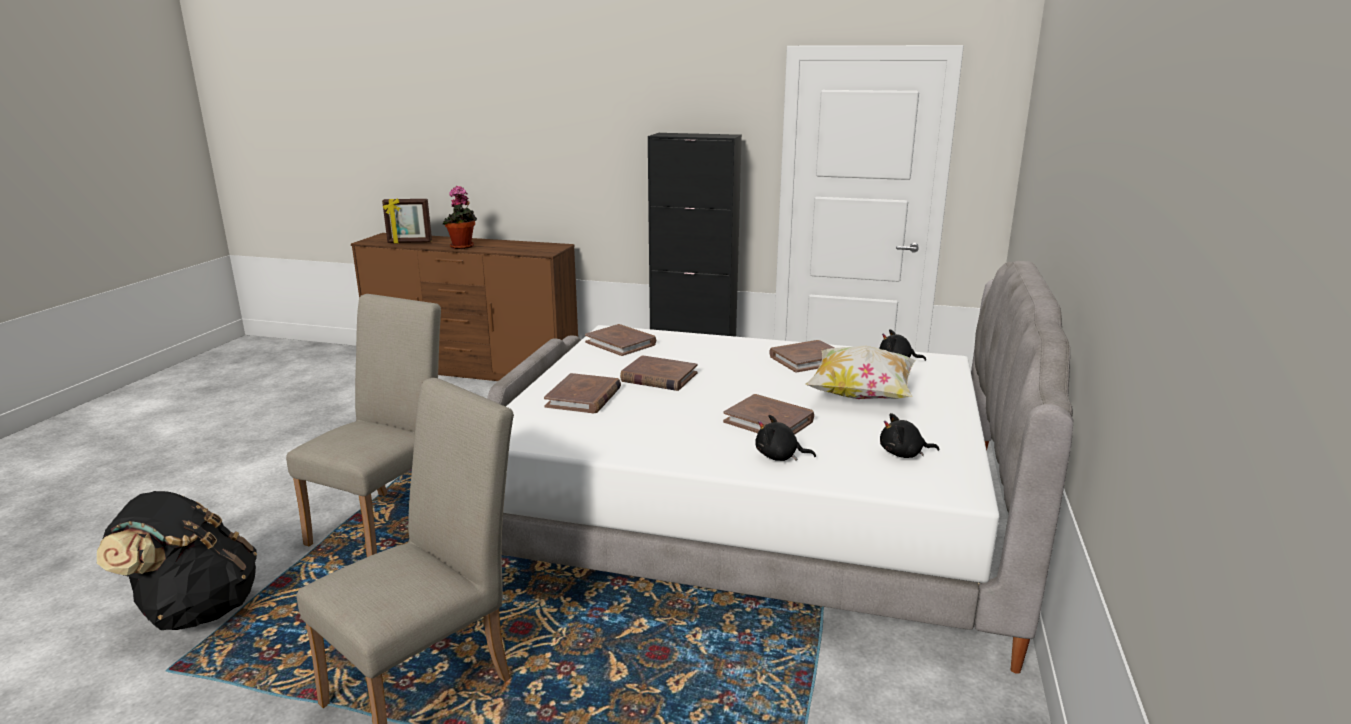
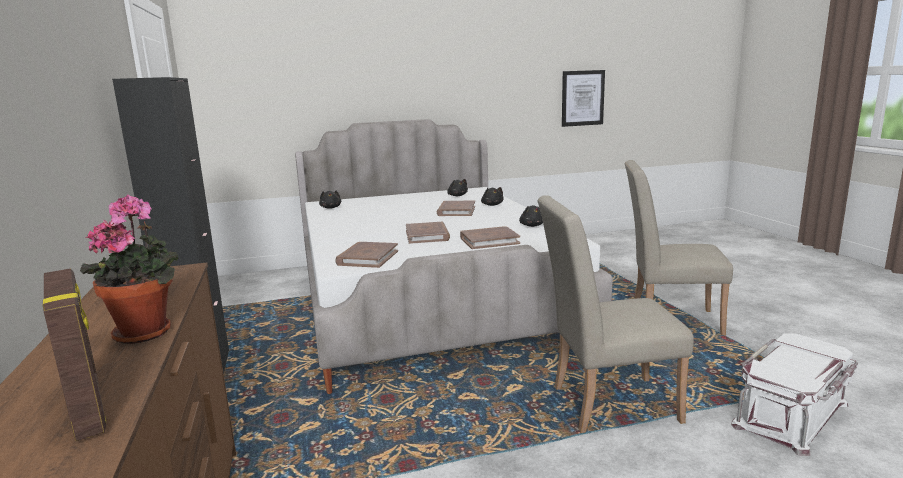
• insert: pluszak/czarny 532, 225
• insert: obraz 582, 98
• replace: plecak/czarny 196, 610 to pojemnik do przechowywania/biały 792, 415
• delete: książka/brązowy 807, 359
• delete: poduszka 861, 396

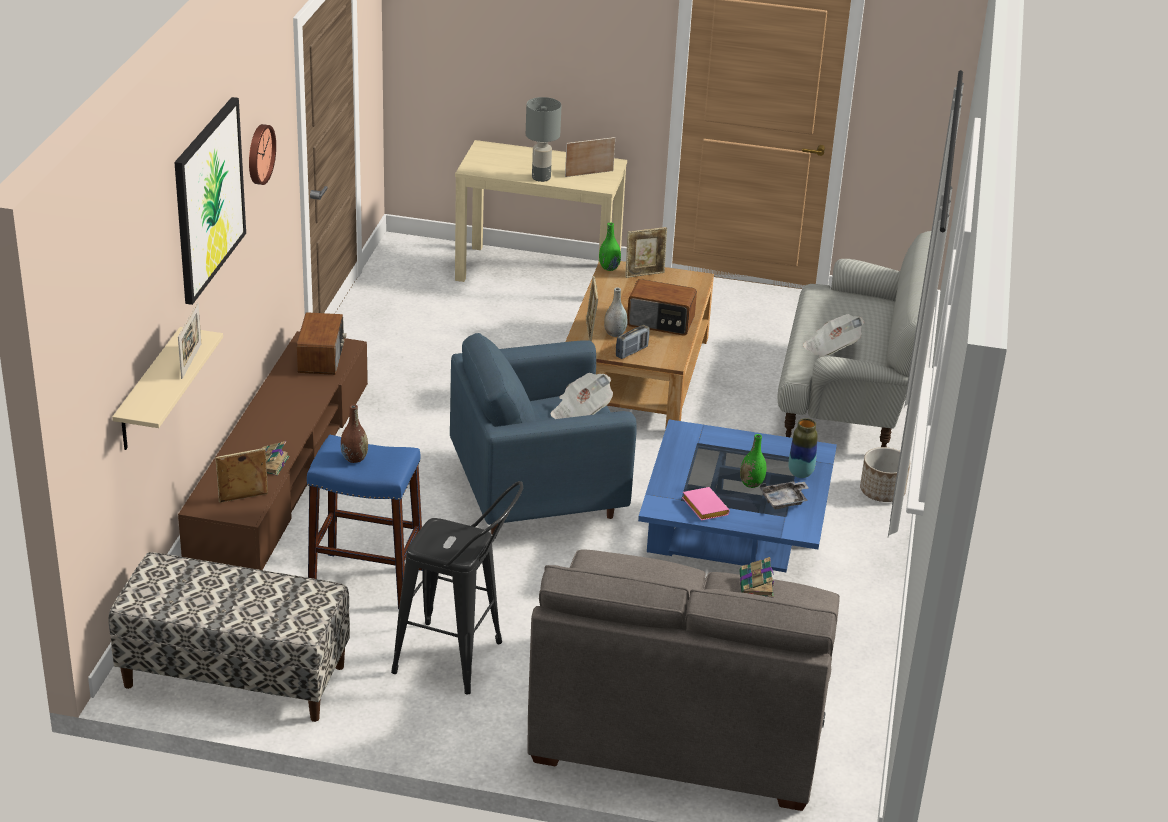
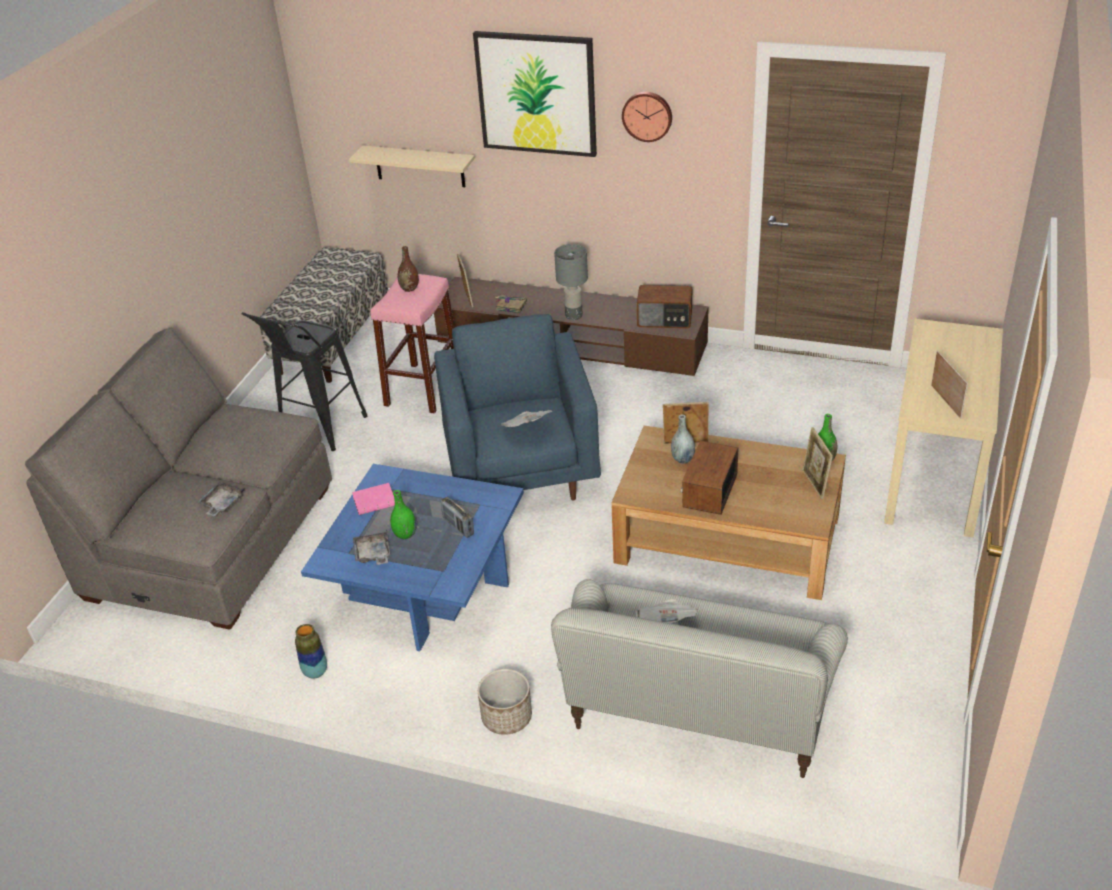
• replace: książka 756, 585 to taca/szary 221, 504
• move: wazon 800, 473 to 315, 672
• recolor: stołek/niebieski 366, 580 to stołek/różowy 423, 388
• move: radio 632, 352 to 458, 526
• move: lampa stołowa/szary 541, 178 to 573, 315
• delete: ramka na zdjęcie 191, 361

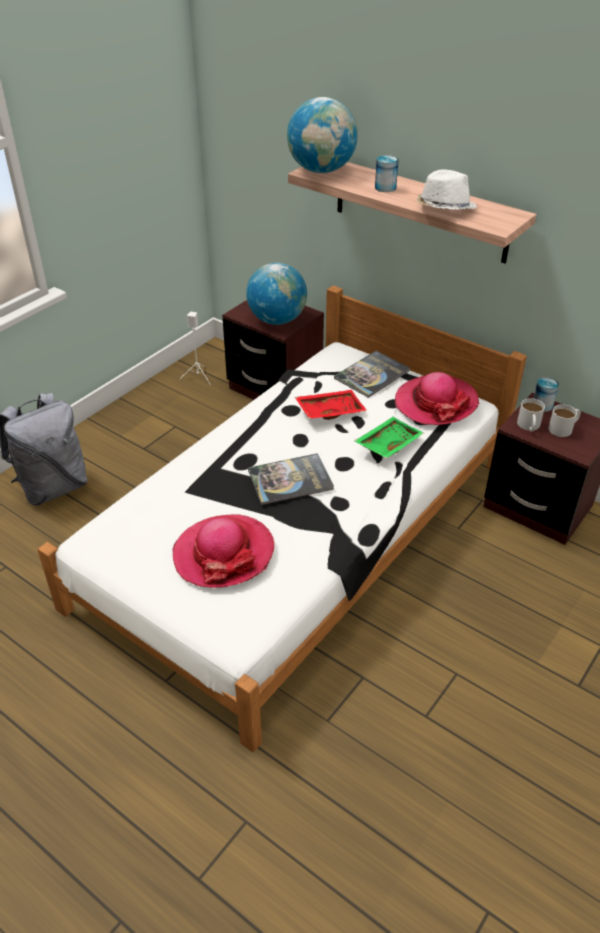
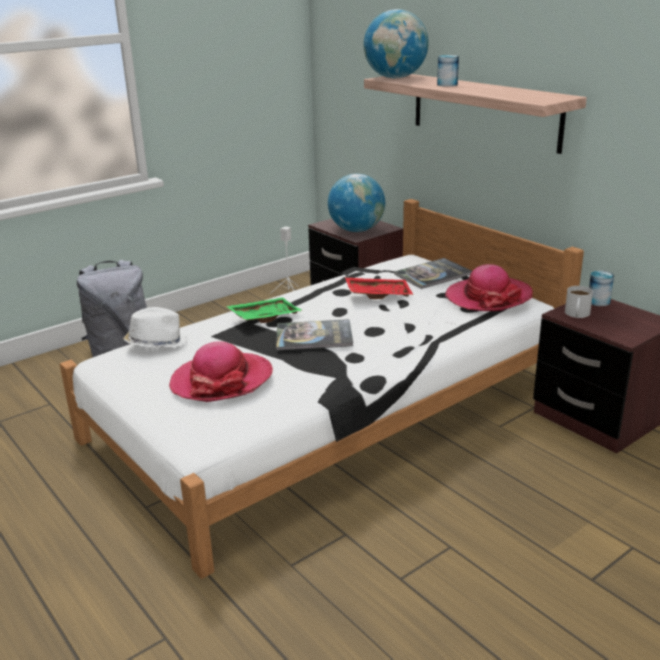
• move: kapelusz/biały 444, 209 to 156, 344
• move: taca/zielony 387, 444 to 264, 317
• delete: kubek/biały 564, 428

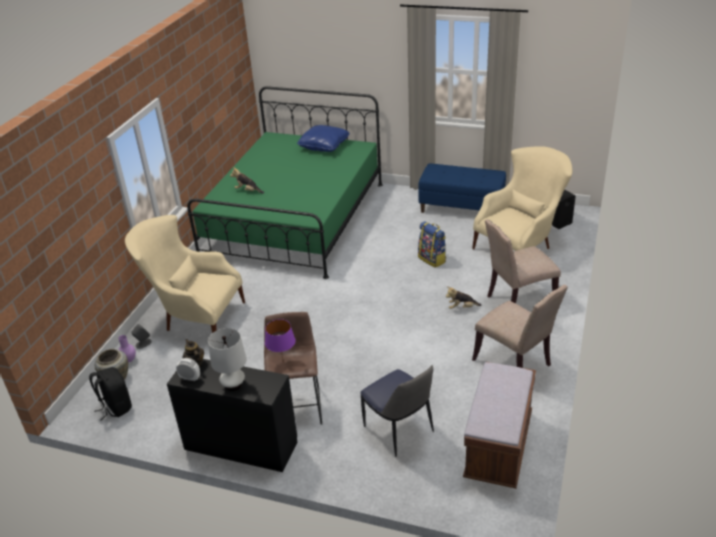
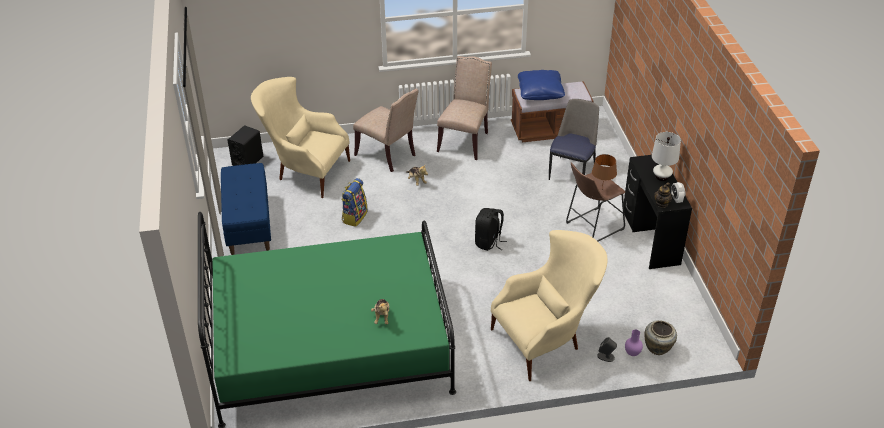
• move: plecak/czarny 115, 407 to 488, 242
• rotate: fotel/beżowy 194, 318 = 547, 339 105 degrees counterclockwise
• move: poduszka/niebieski 324, 146 to 540, 92
• recolor: lampa stołowa/fioletowy 283, 362 to lampa stołowa/brązowy 601, 190

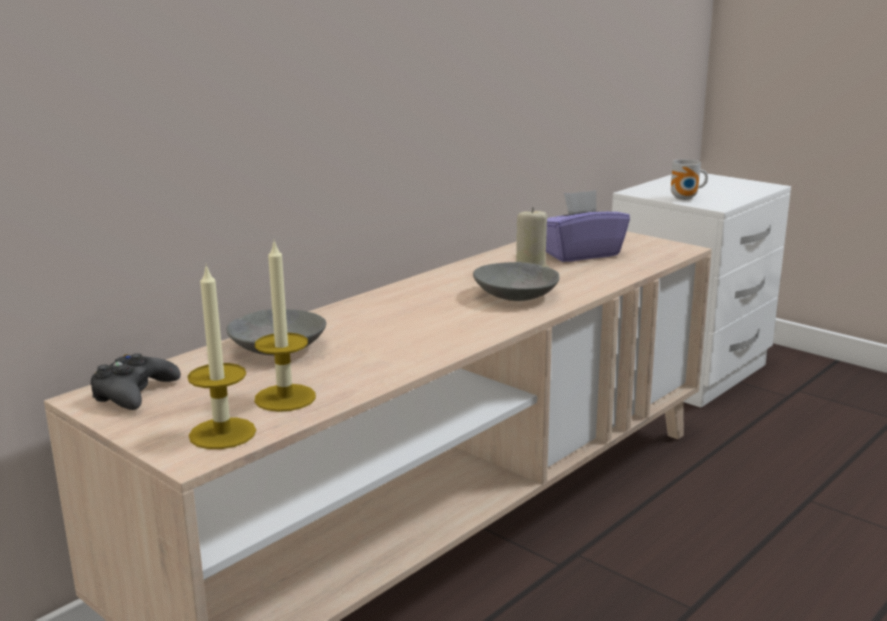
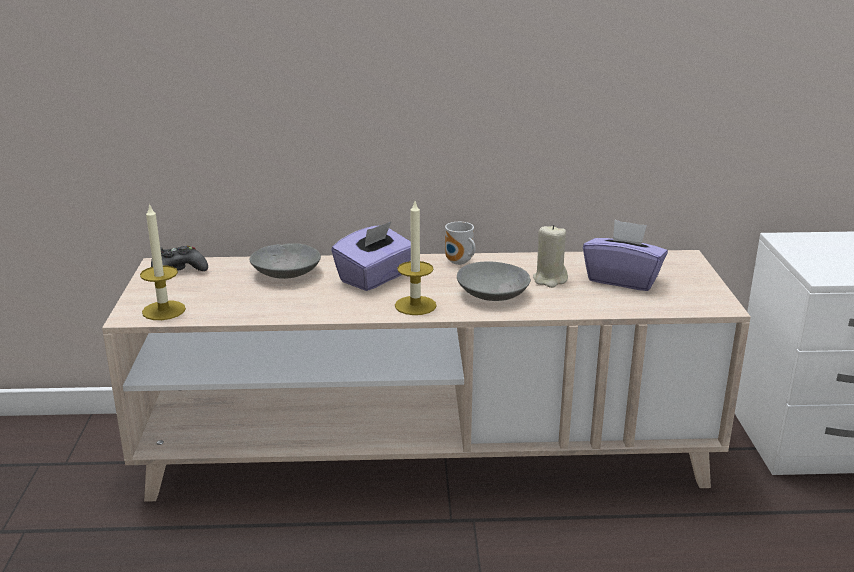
• insert: pudełko chusteczek/fioletowy 375, 278
• move: świeca 285, 398 to 415, 305
• move: kubek 686, 198 to 459, 262

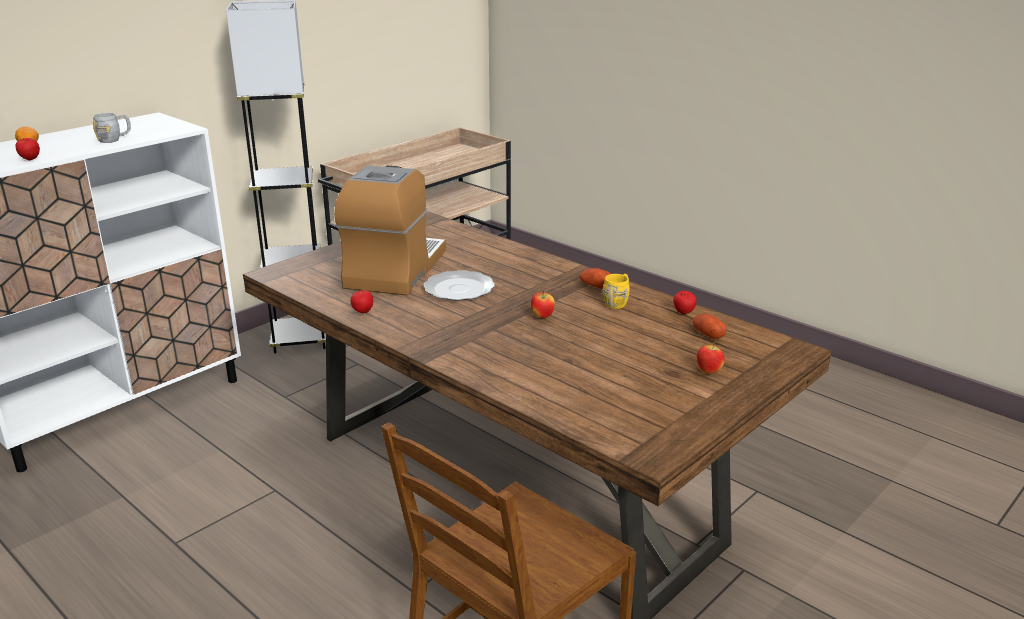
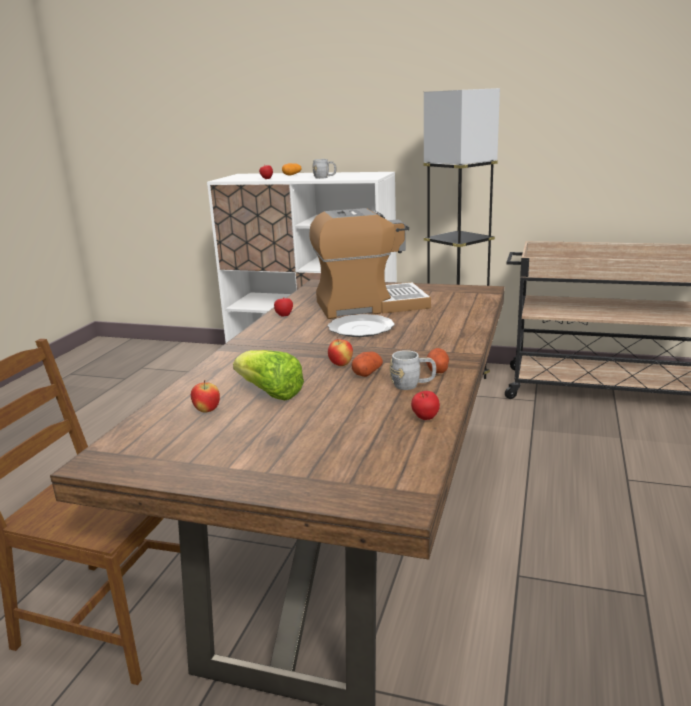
• move: jabłko 708, 371 to 207, 411
• insert: sałata 270, 393
• move: ziemniak 708, 334 to 367, 373
• recolor: kubek/żółty 618, 302 to kubek/szary 412, 385

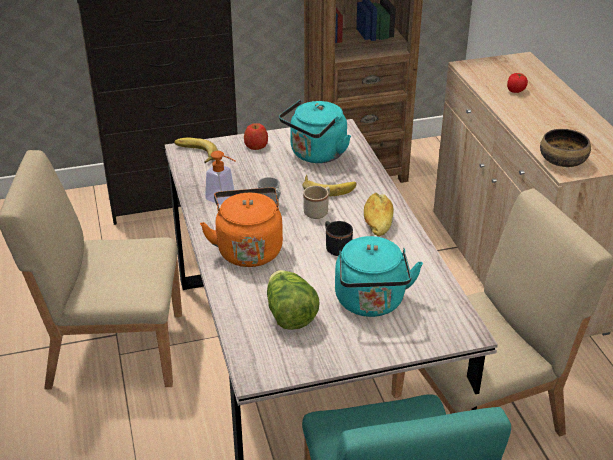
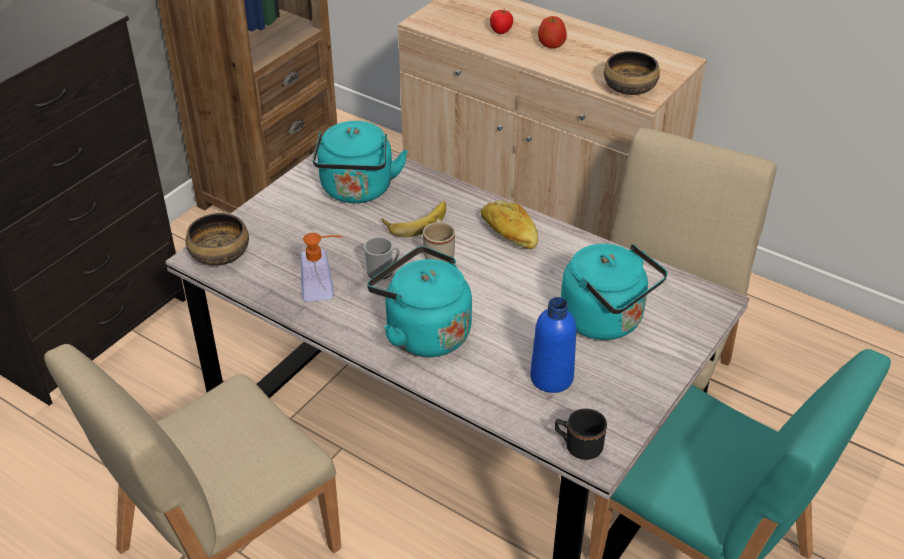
• replace: banan 195, 154 to miska 219, 254
• recolor: czajnik/pomarańczowy 248, 249 to czajnik/turkusowy 423, 332
• replace: sałata 289, 315 to butelka/niebieski 551, 377
• move: jabłko 256, 145 to 551, 43
• move: kubek/czarny 336, 247 to 578, 446

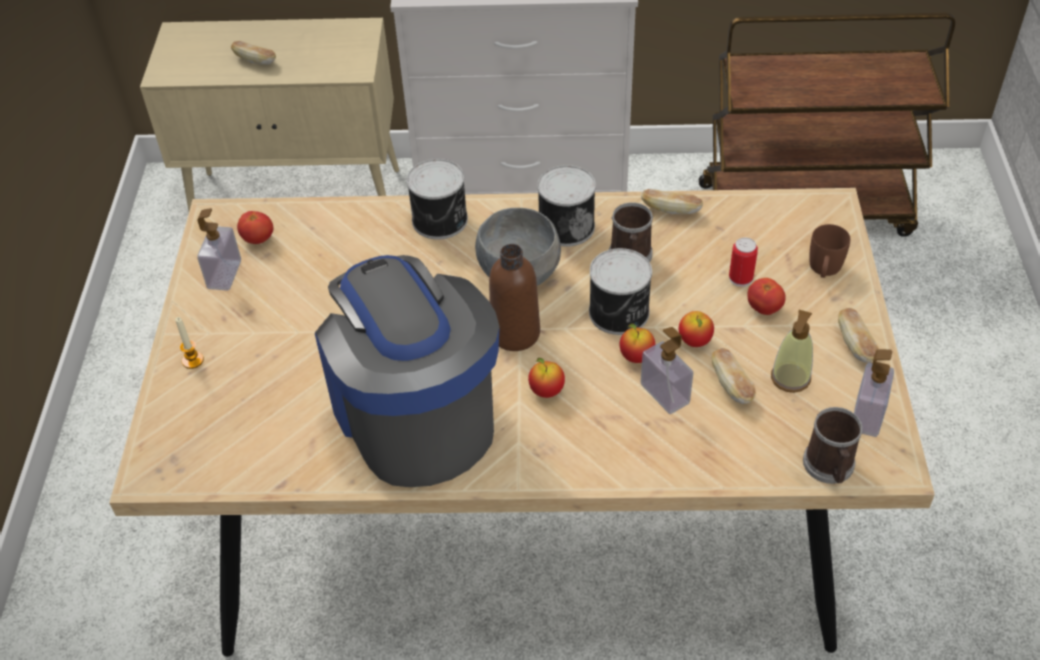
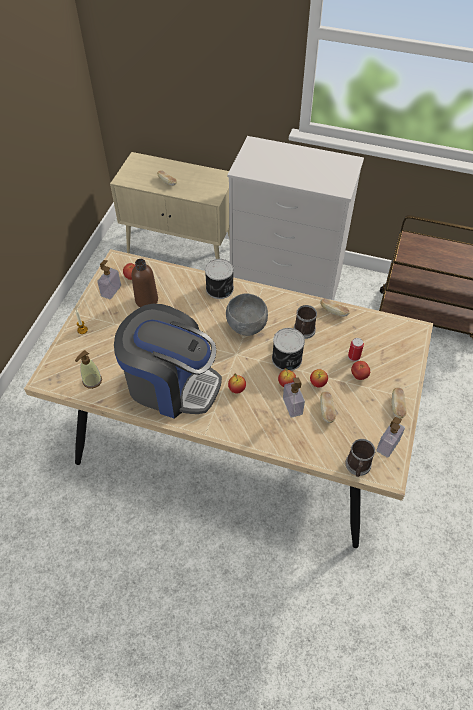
• move: dozownik mydła 790, 378 to 92, 381
• rotate: ekspres do kawy 414, 415 = 171, 384 120 degrees clockwise
• move: butelka/brązowy 515, 333 to 146, 300
• delete: puszka 566, 225
• delete: kubek/brązowy 824, 270

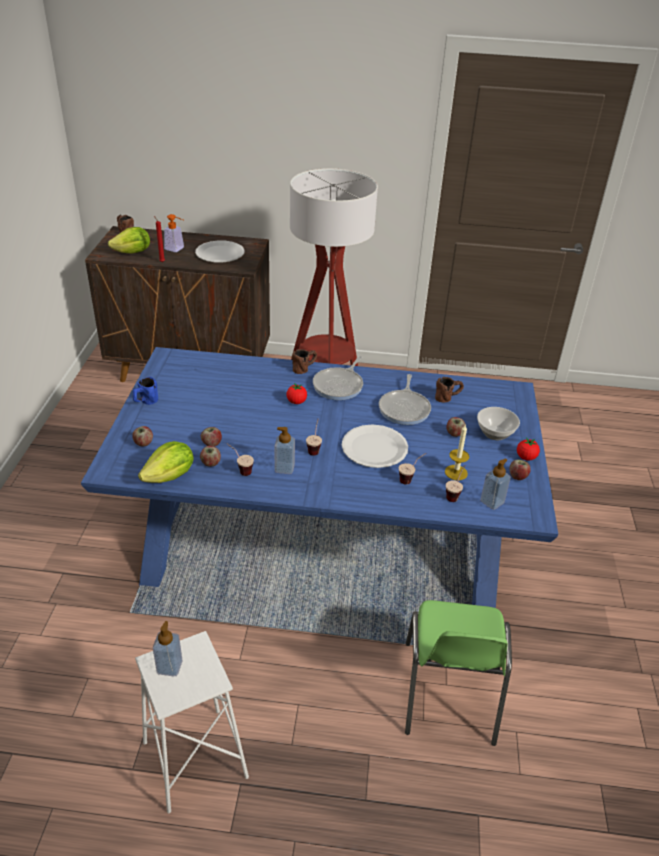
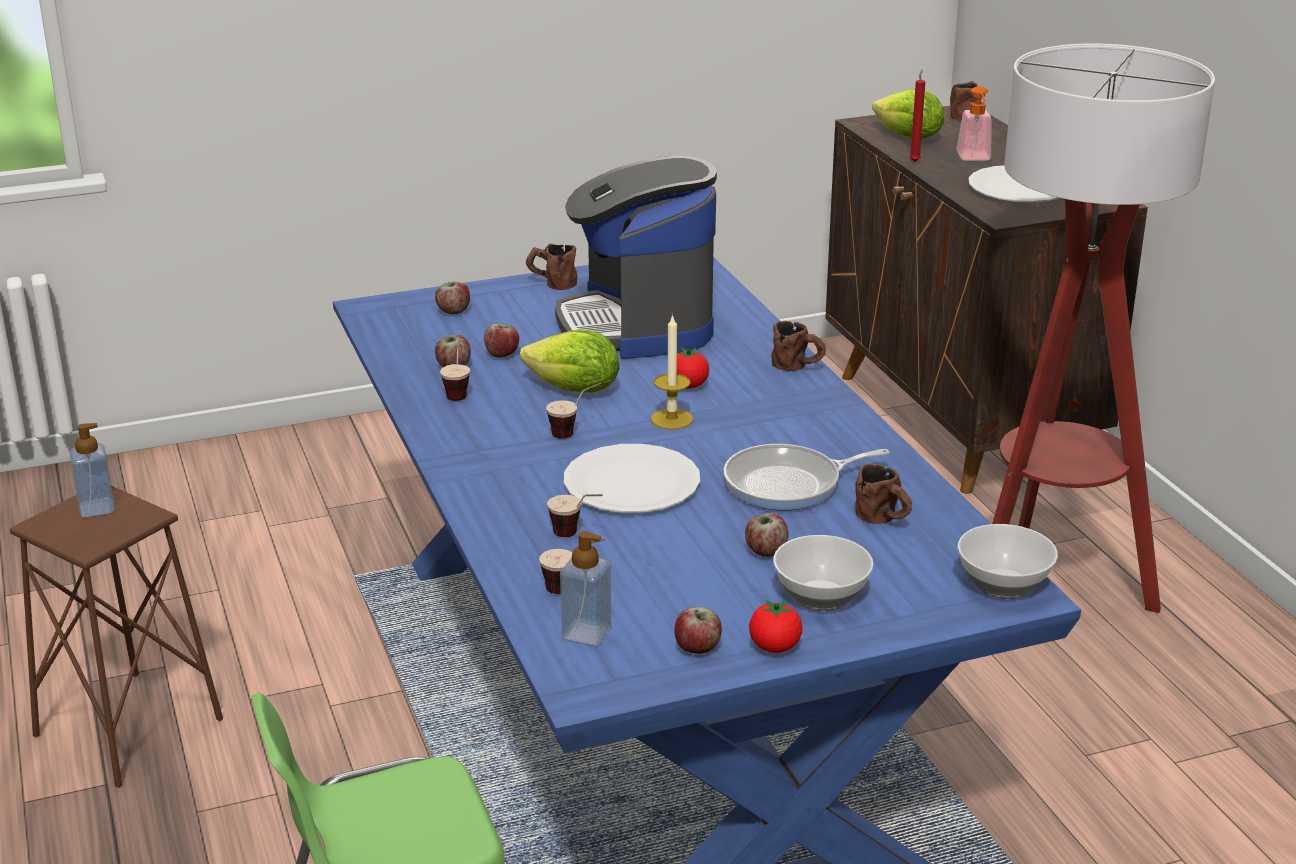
• recolor: stołek/biały 195, 760 to stołek/brązowy 127, 728
• move: sałata 170, 477 to 575, 390
• recolor: kubek/niebieski 145, 402 to kubek/brązowy 551, 283
• insert: ekspres do kawy 637, 325
• move: świeca 456, 472 to 671, 419
• insert: miska 1005, 585
• delete: dozownik mydła 284, 468
• delete: patelnia 339, 385

